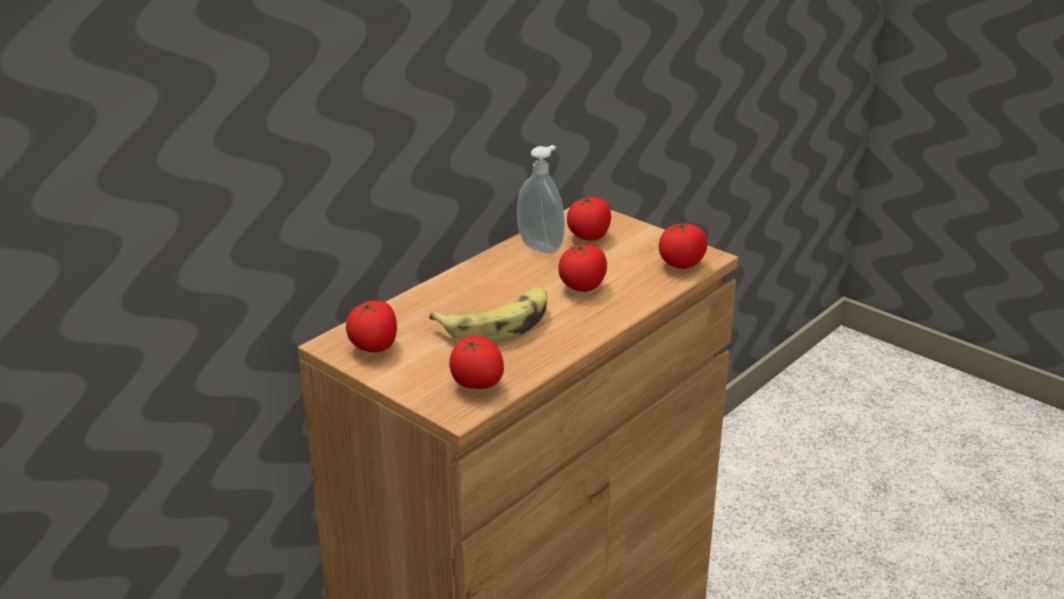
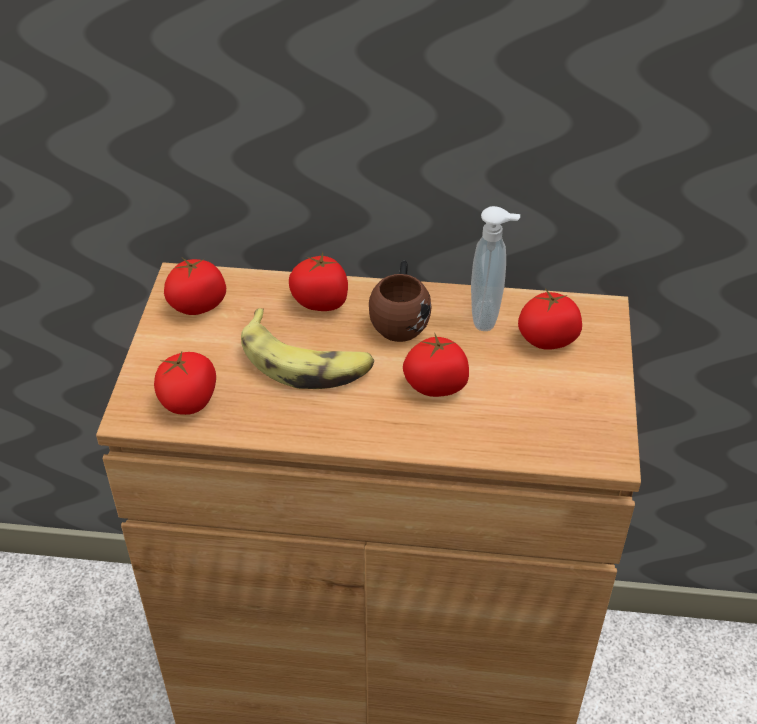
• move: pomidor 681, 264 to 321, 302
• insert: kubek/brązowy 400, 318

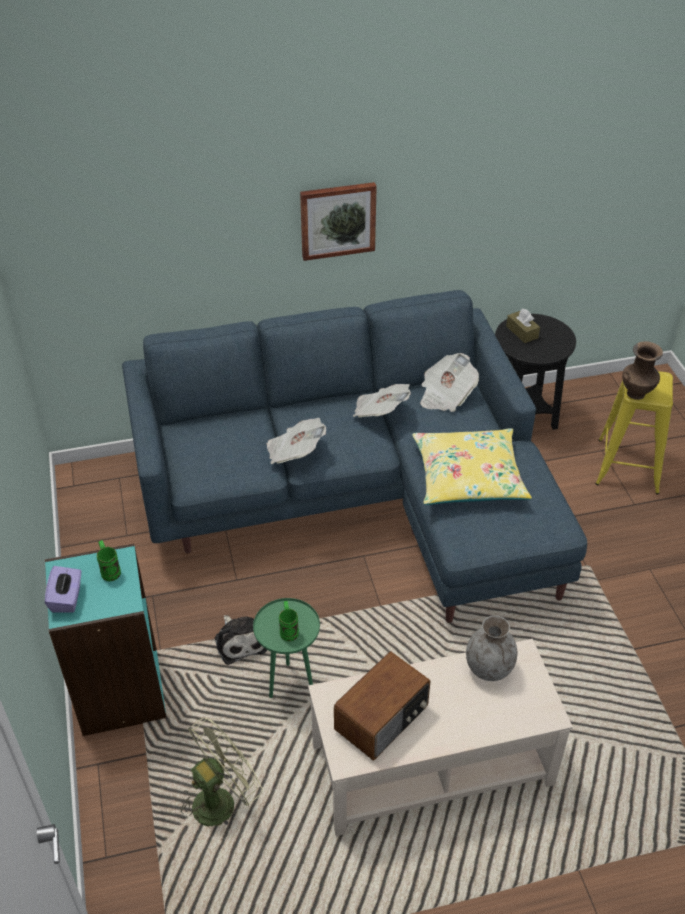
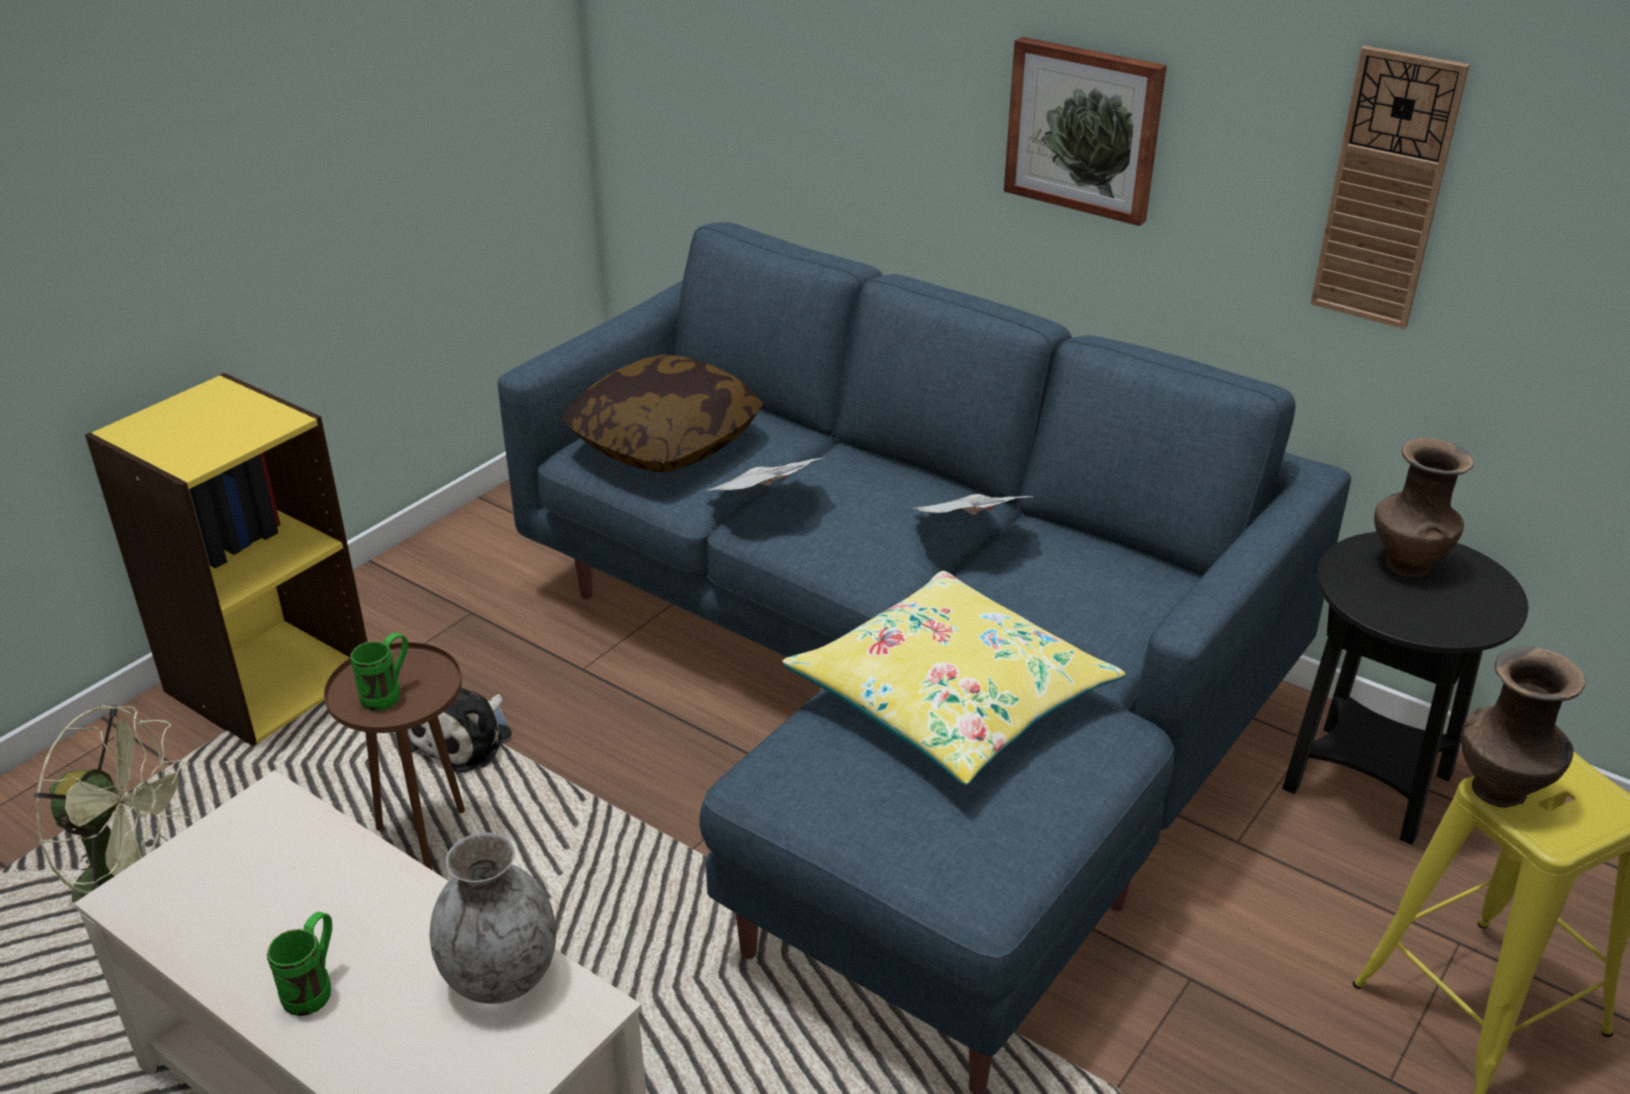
• recolor: regał/turkusowy 119, 691 to regał/żółty 268, 679
• move: kubek/zielony 109, 570 to 315, 987
• recolor: stolik/zielony 290, 685 to stolik/brązowy 423, 837
• insert: poduszka 665, 441
• insert: zegar ścienny 1386, 190
• replace: pudełko chusteczek/brązowy 522, 332 to wazon/brązowy 1406, 564
• delete: pudełko chusteczek/fioletowy 67, 598
• delete: radio 383, 718
• delete: gazeta 445, 395

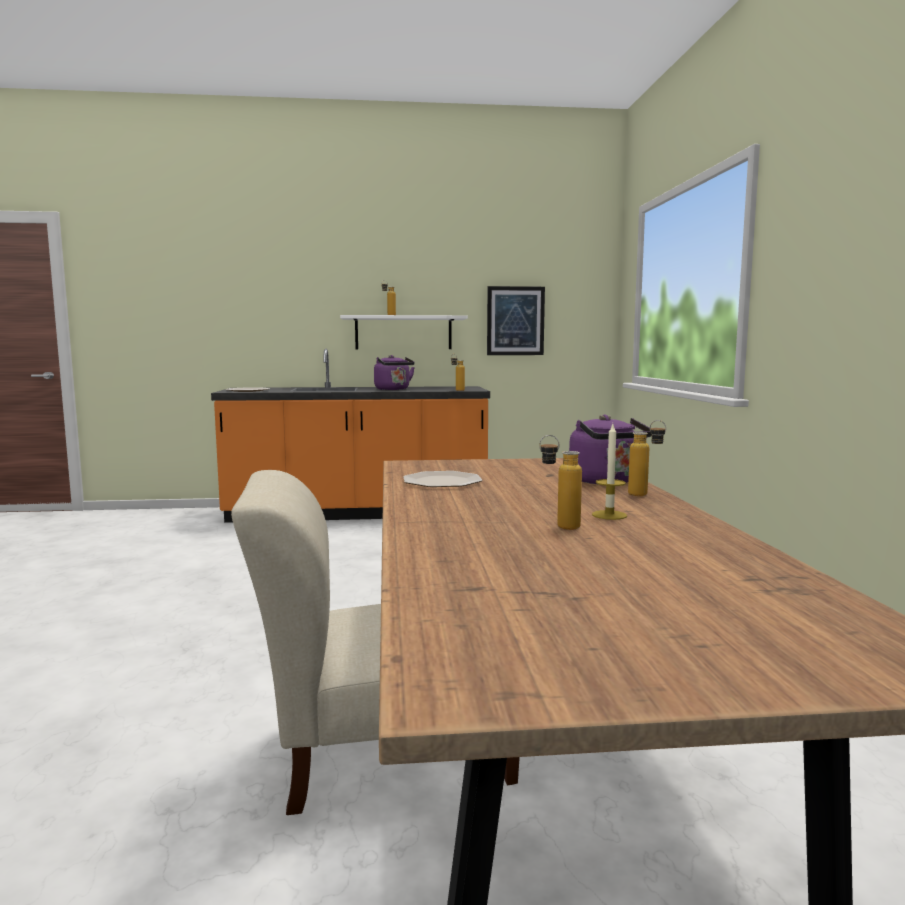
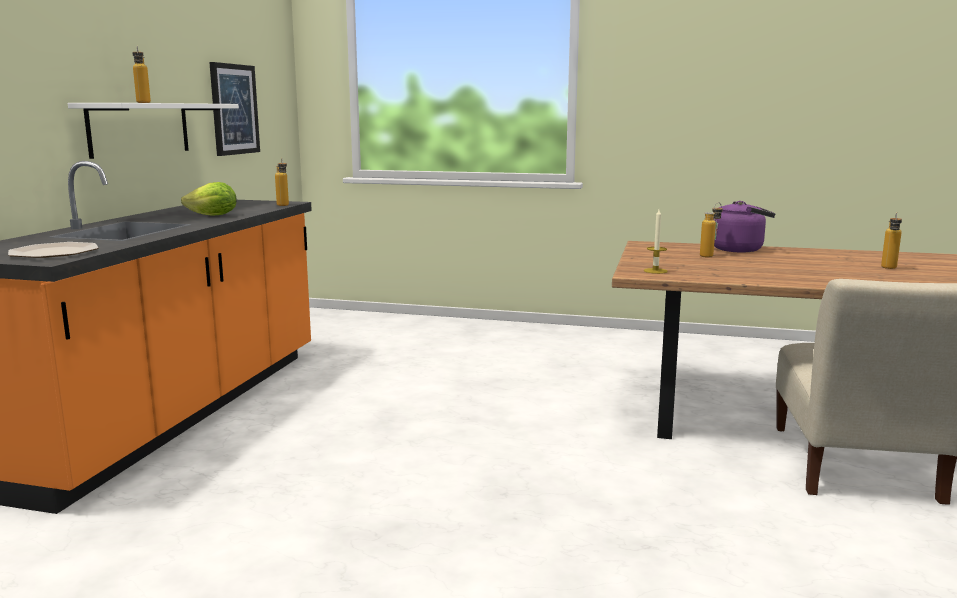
• replace: czajnik/fioletowy 393, 389 to sałata 213, 216
• move: świeca 609, 515 to 655, 271
• move: butelka 645, 495 to 710, 255
• delete: talerz 441, 481

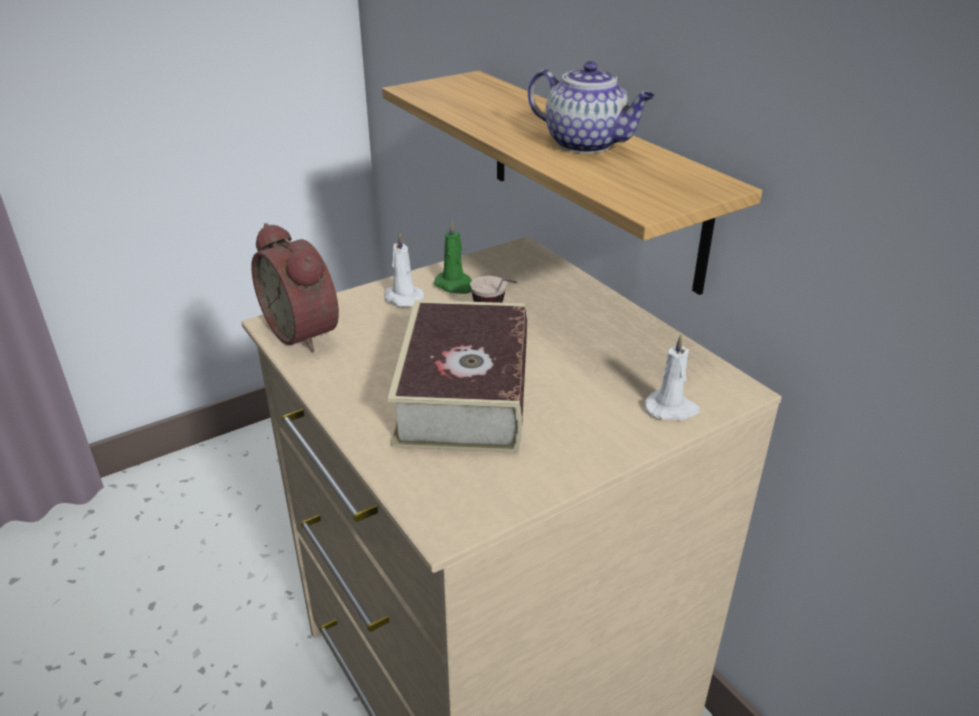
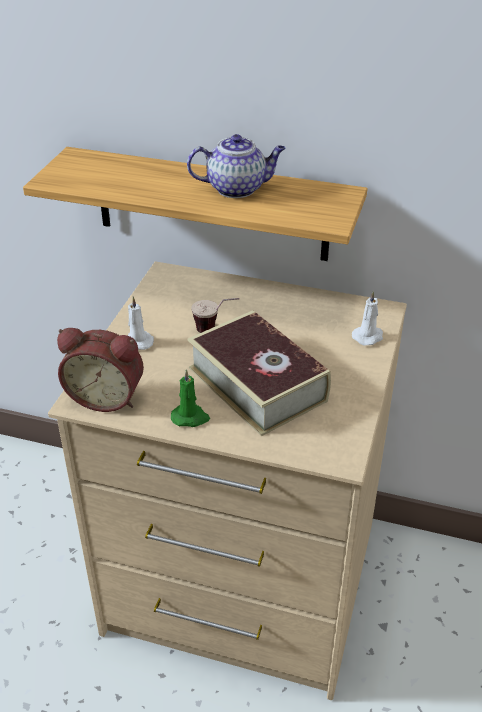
• move: świeca/zielony 455, 285 to 190, 417

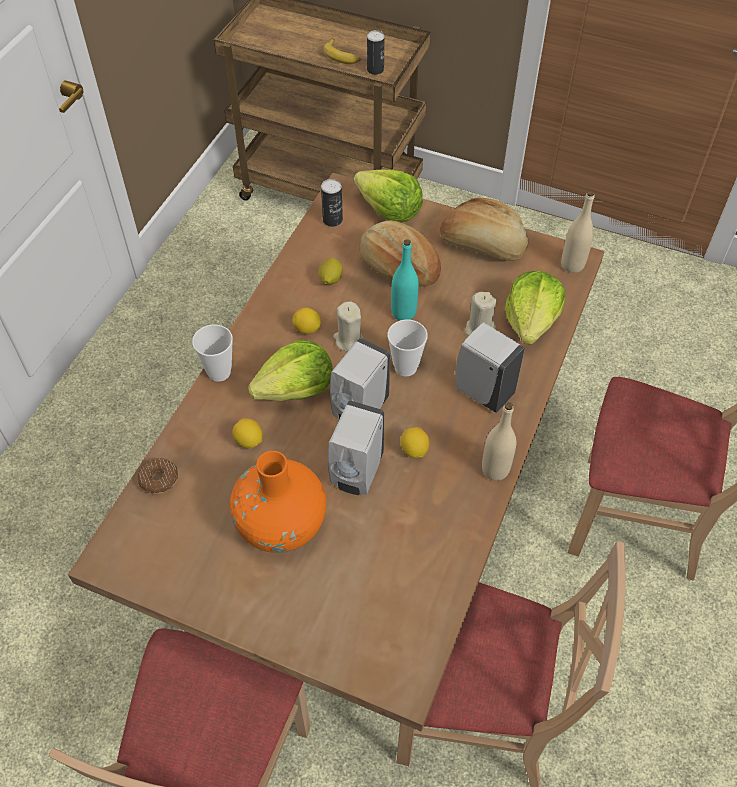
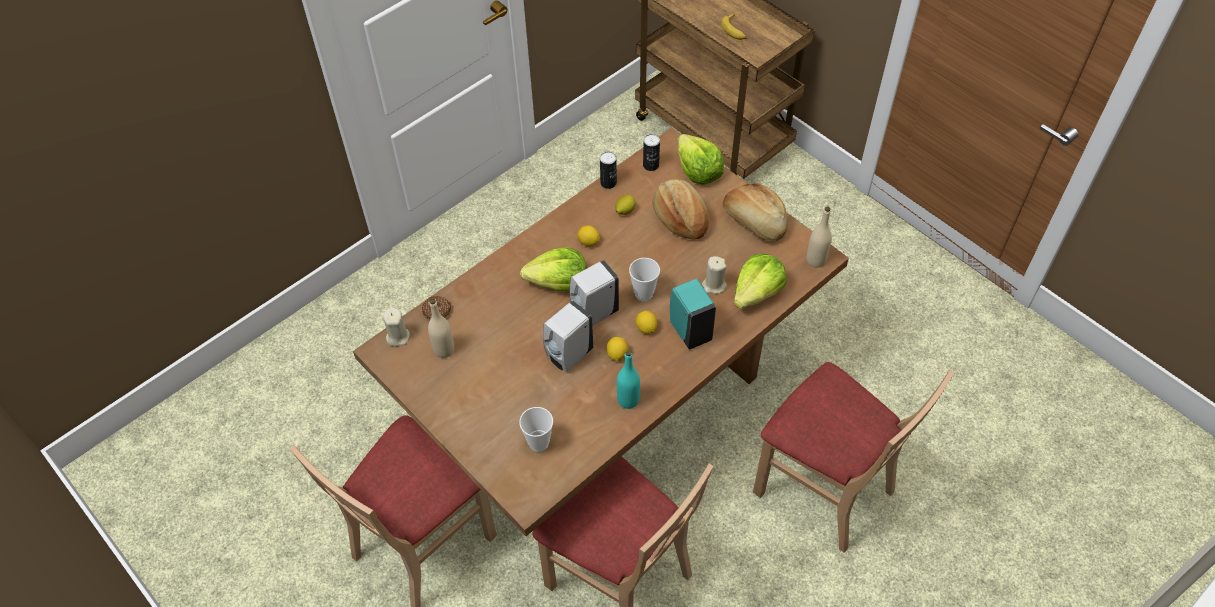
• move: świeca/beżowy 348, 340 to 397, 336
• move: butelka/beżowy 495, 469 to 444, 350
• move: filiżanka 219, 372 to 539, 443
• move: puszka 375, 70 to 608, 183
• move: butelka/turkusowy 403, 312 to 628, 400
• move: cytryna 249, 441 to 646, 328
• recolor: dozownik mydła/biały 482, 391 to dozownik mydła/turkusowy 689, 330
• delete: wazon/pomarańczowy 281, 524

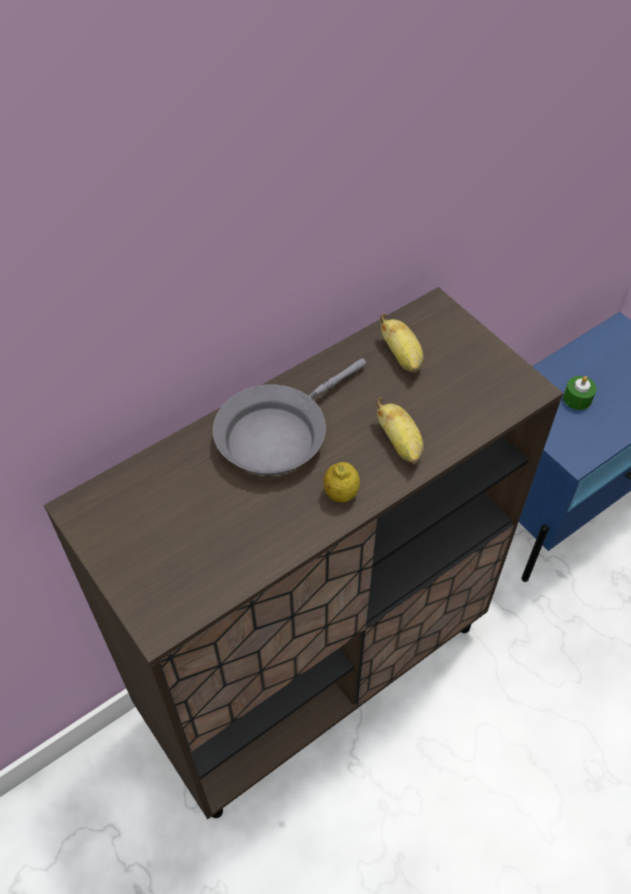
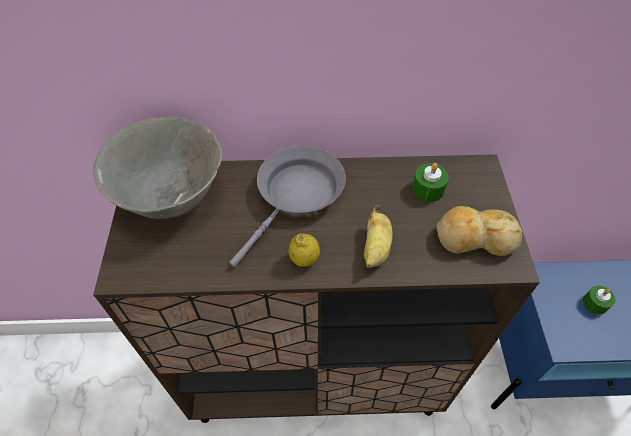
• insert: miska/szary 171, 196
• rotate: patelnia/szary 277, 434 = 297, 196 135 degrees clockwise
• replace: banan 402, 357 to świeca/zielony 428, 189
• insert: chleb 474, 238

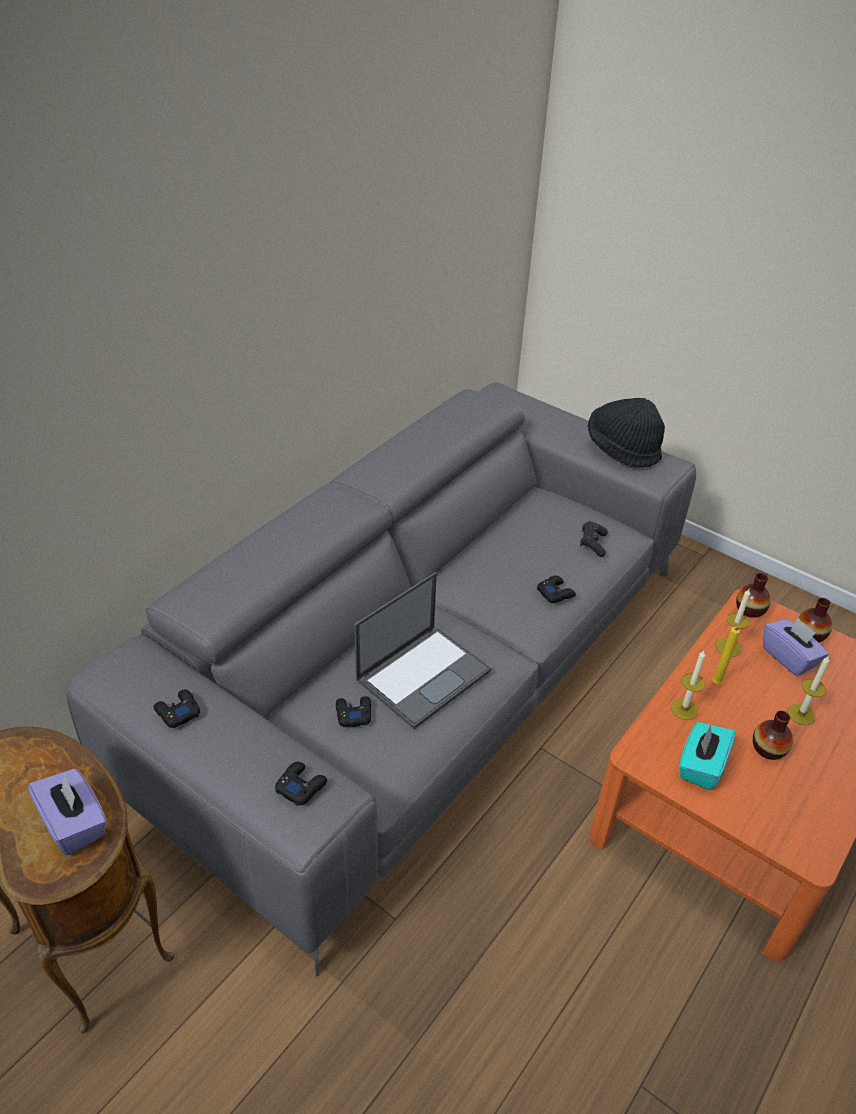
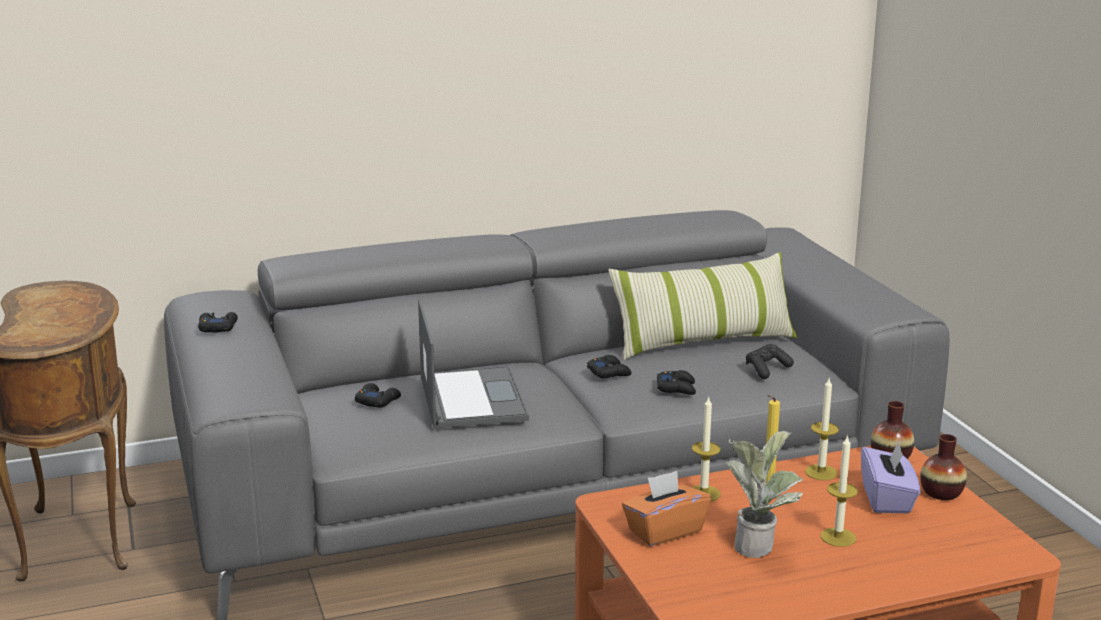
• rotate: laptop 424, 674 = 471, 398 90 degrees counterclockwise
• move: pad do gier/czarny 301, 786 to 609, 372
• insert: poduszka 703, 341
• recolor: pudełko chusteczek/turkusowy 700, 766 to pudełko chusteczek/pomarańczowy 664, 531
• replace: wazon 768, 748 to roślina doniczkowa 760, 545
• delete: pudełko chusteczek/fioletowy 75, 824
• delete: kapelusz/czarny 622, 449

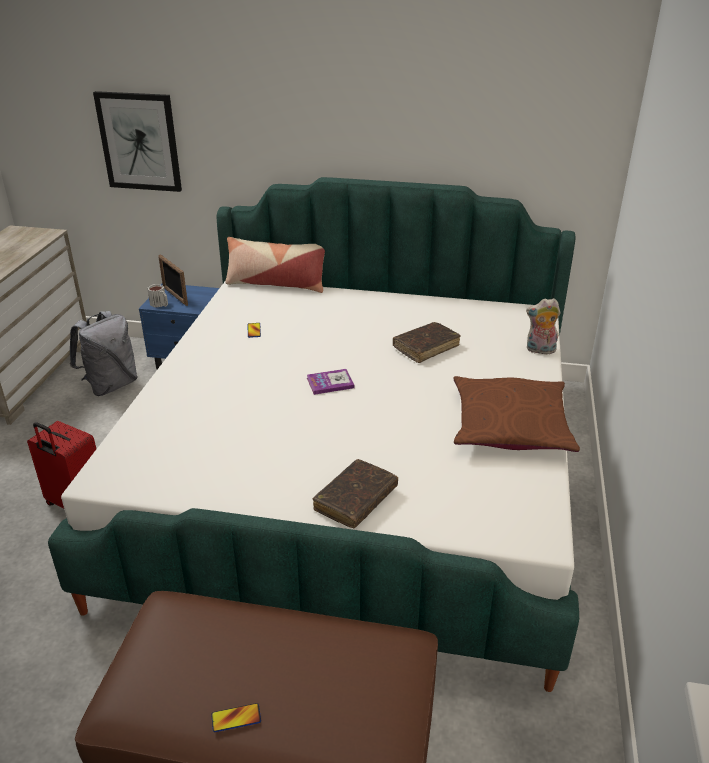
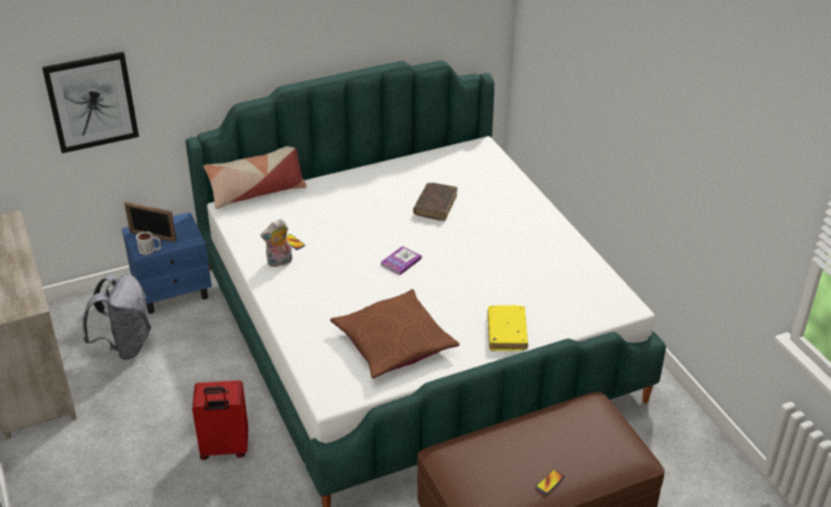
• move: pluszak 540, 350 to 279, 262
• move: poduszka/brązowy 510, 426 to 394, 343
• recolor: książka/brązowy 356, 500 to książka/żółty 506, 333

